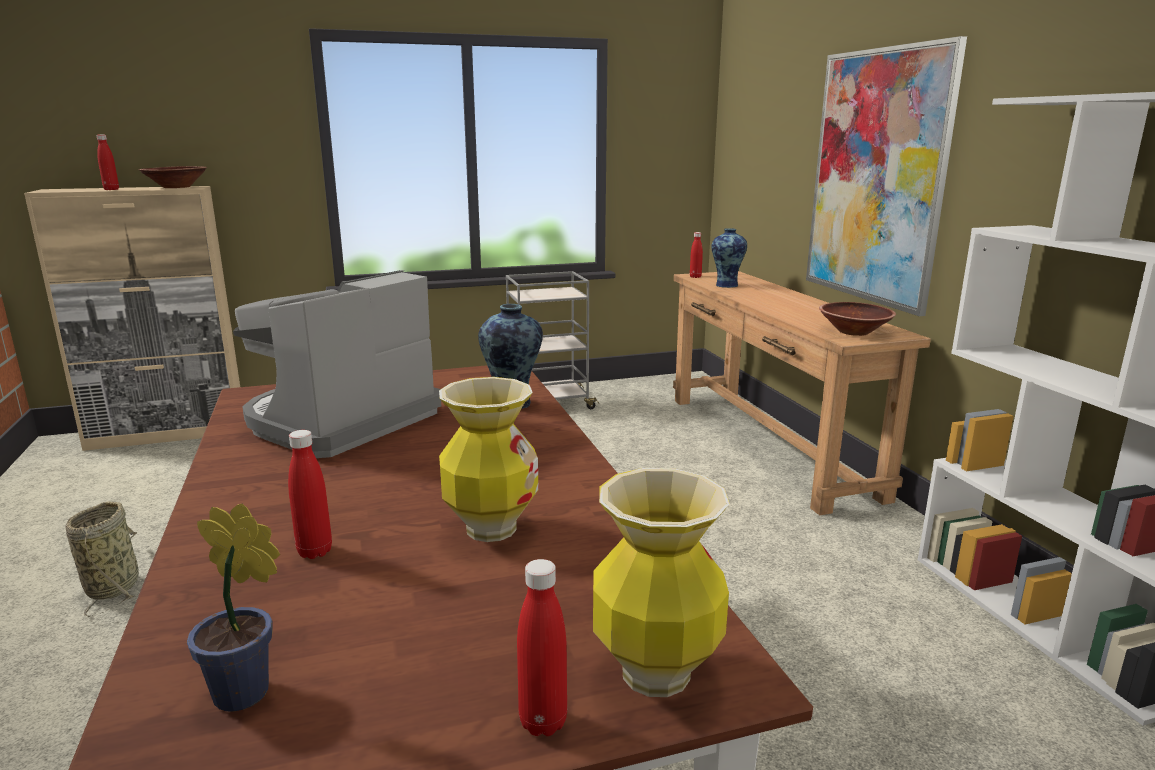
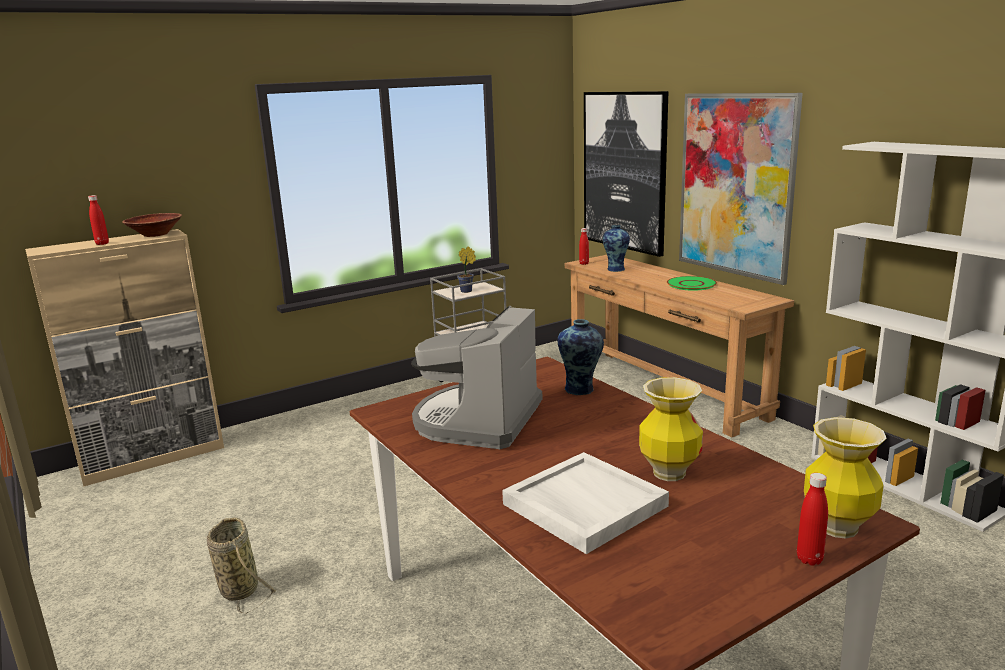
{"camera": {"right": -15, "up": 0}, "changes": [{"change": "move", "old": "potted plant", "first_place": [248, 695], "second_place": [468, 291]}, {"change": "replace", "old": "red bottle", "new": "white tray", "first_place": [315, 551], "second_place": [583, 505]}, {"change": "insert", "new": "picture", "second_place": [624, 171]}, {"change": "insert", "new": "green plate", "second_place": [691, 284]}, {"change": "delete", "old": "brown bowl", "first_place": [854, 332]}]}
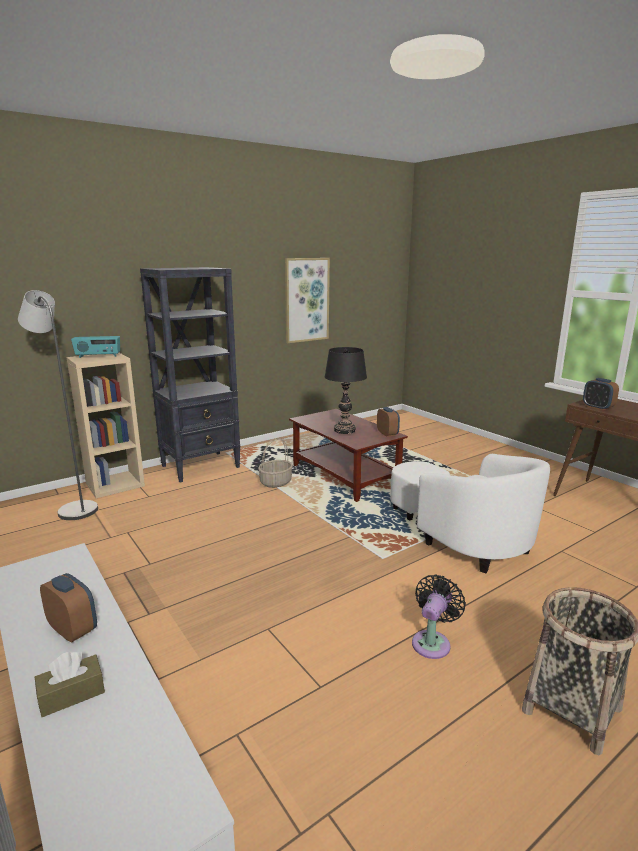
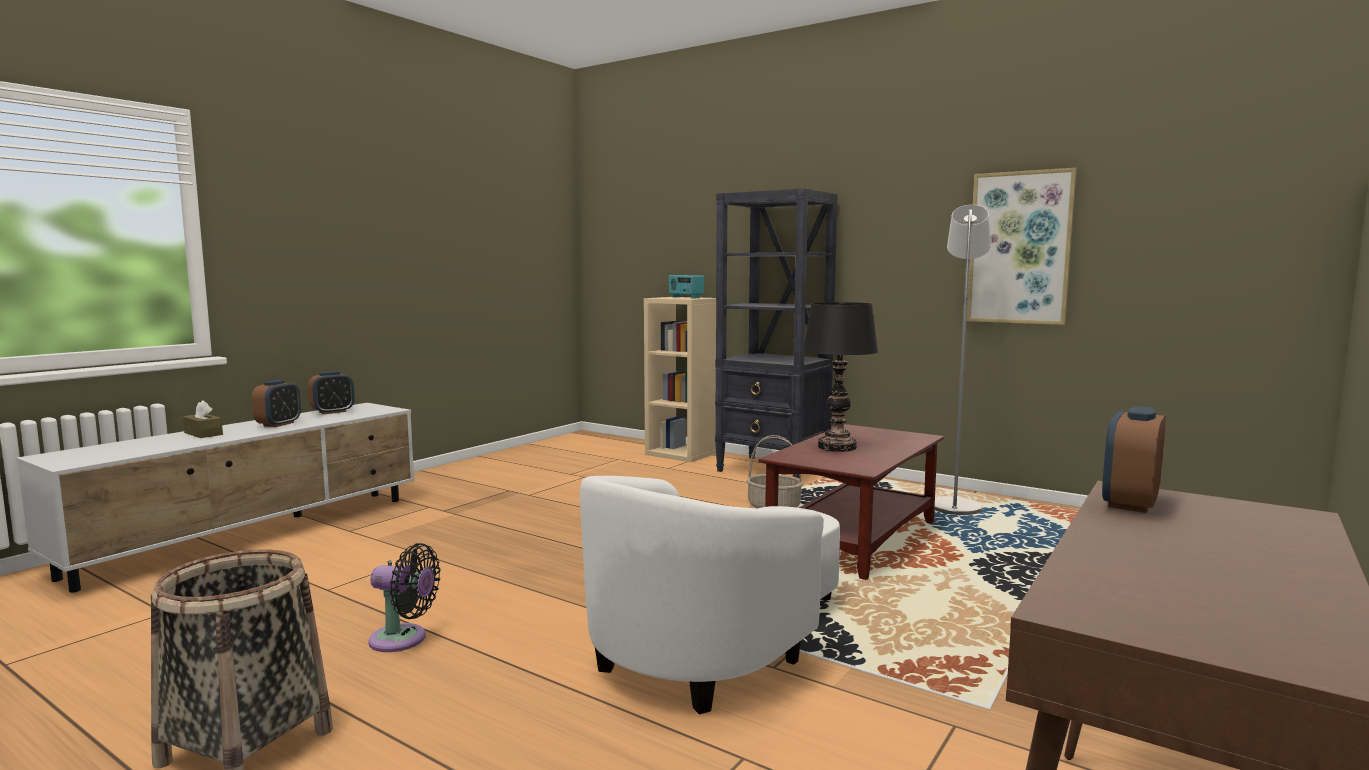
{"camera": {"right": 70, "up": -10}, "changes": [{"change": "move", "old": "alarm clock", "first_place": [387, 434], "second_place": [332, 412]}, {"change": "move", "old": "grey floor lamp", "first_place": [74, 509], "second_place": [954, 505]}]}
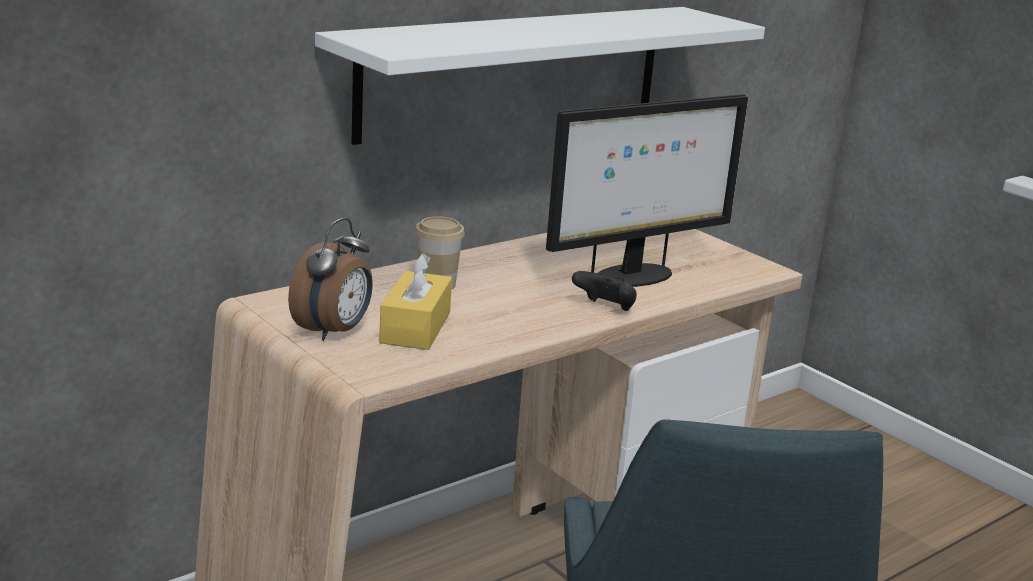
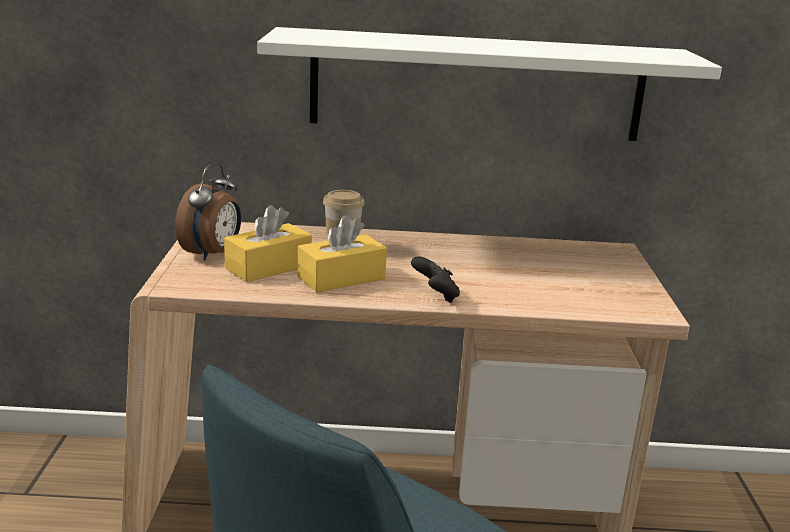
{"camera": {"right": 40, "up": 0}, "changes": [{"change": "rotate", "old": "alarm clock", "first_place": [334, 332], "second_place": [213, 254], "degrees": -45}, {"change": "insert", "new": "yellow tissue box", "second_place": [341, 278]}, {"change": "delete", "old": "monitor", "first_place": [632, 276]}]}
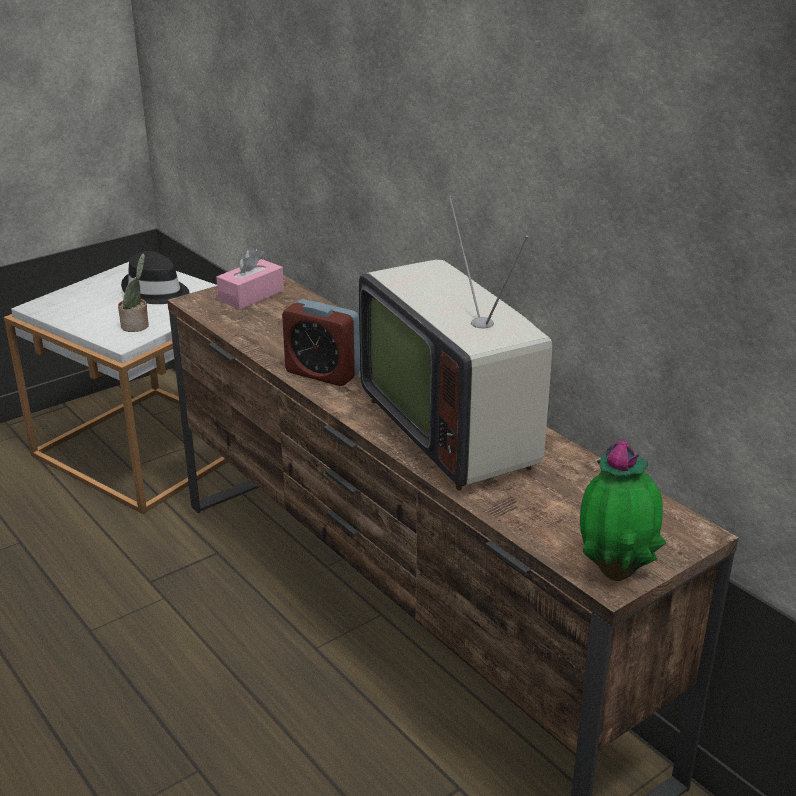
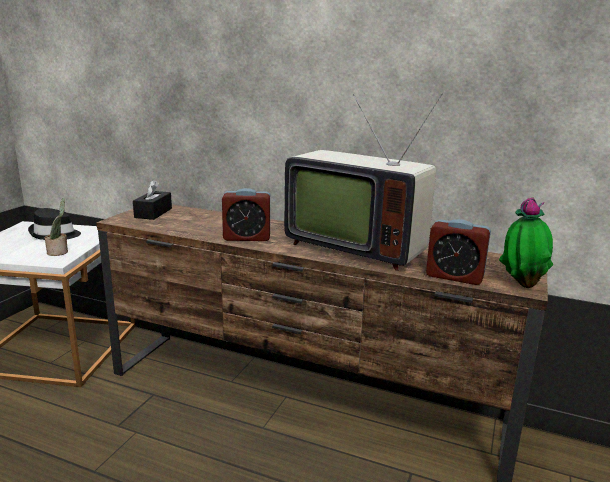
{"camera": {"right": -30, "up": -10}, "changes": [{"change": "recolor", "old": "pink tissue box", "new": "black tissue box", "first_place": [251, 295], "second_place": [153, 213]}, {"change": "insert", "new": "alarm clock", "second_place": [454, 276]}]}
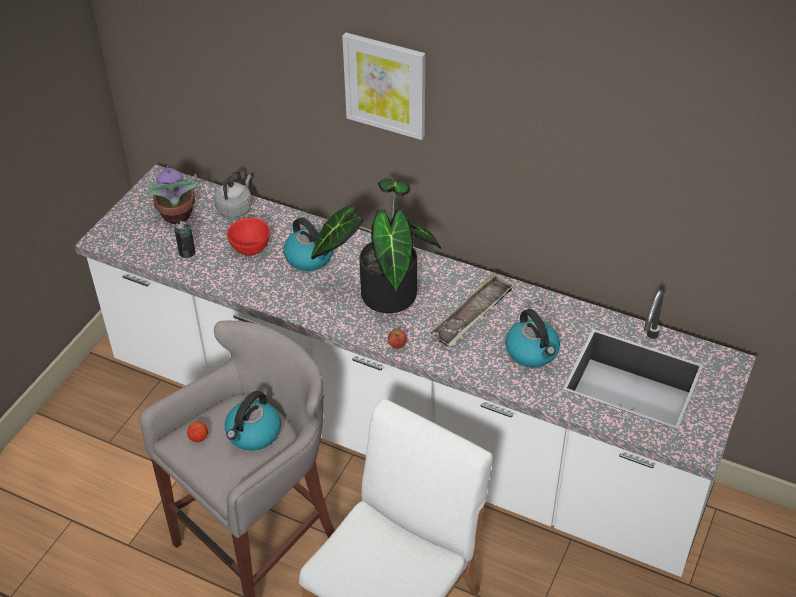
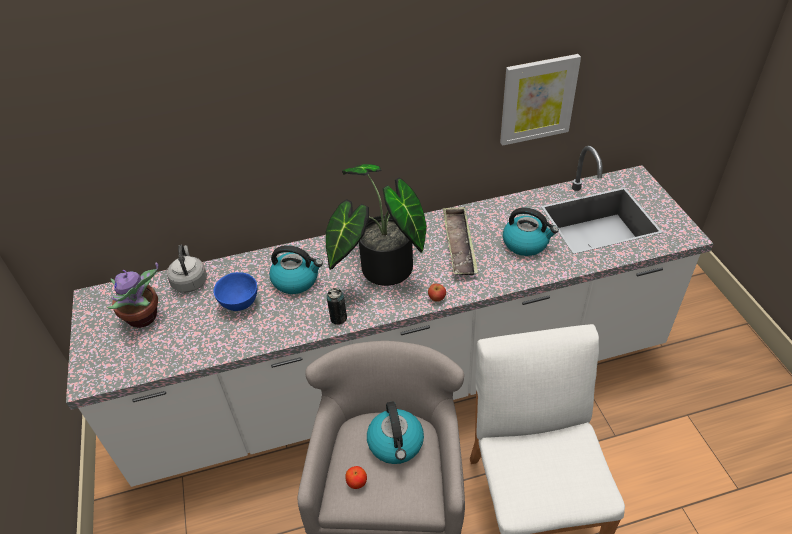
{"camera": {"right": -40, "up": 0}, "changes": [{"change": "recolor", "old": "red bowl", "new": "blue bowl", "first_place": [250, 248], "second_place": [239, 303]}, {"change": "move", "old": "can", "first_place": [187, 252], "second_place": [338, 318]}, {"change": "move", "old": "picture", "first_place": [385, 85], "second_place": [537, 99]}]}
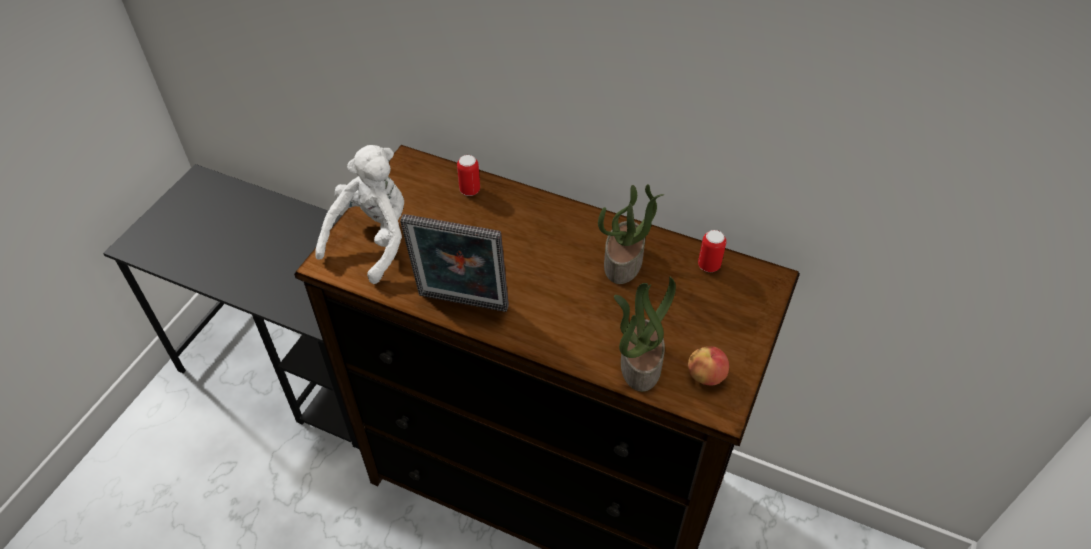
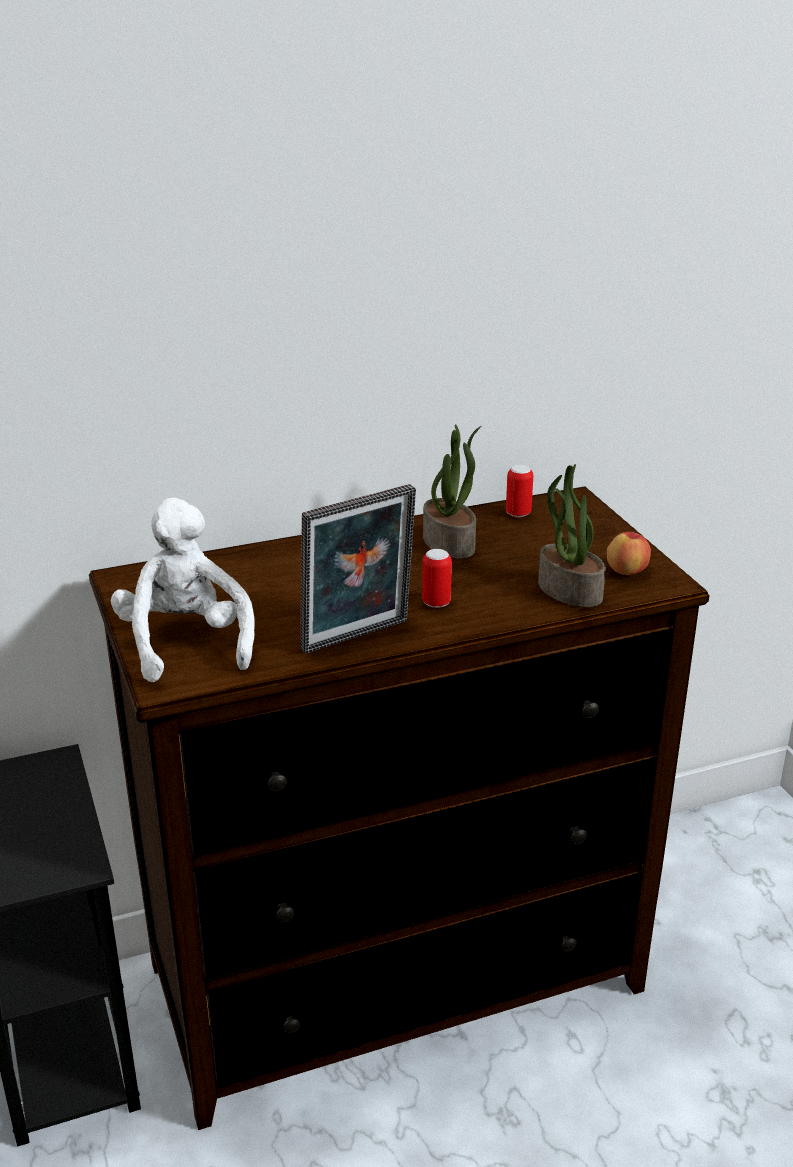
{"camera": {"right": -45, "up": -20}, "changes": [{"change": "move", "old": "can", "first_place": [470, 190], "second_place": [436, 602]}]}
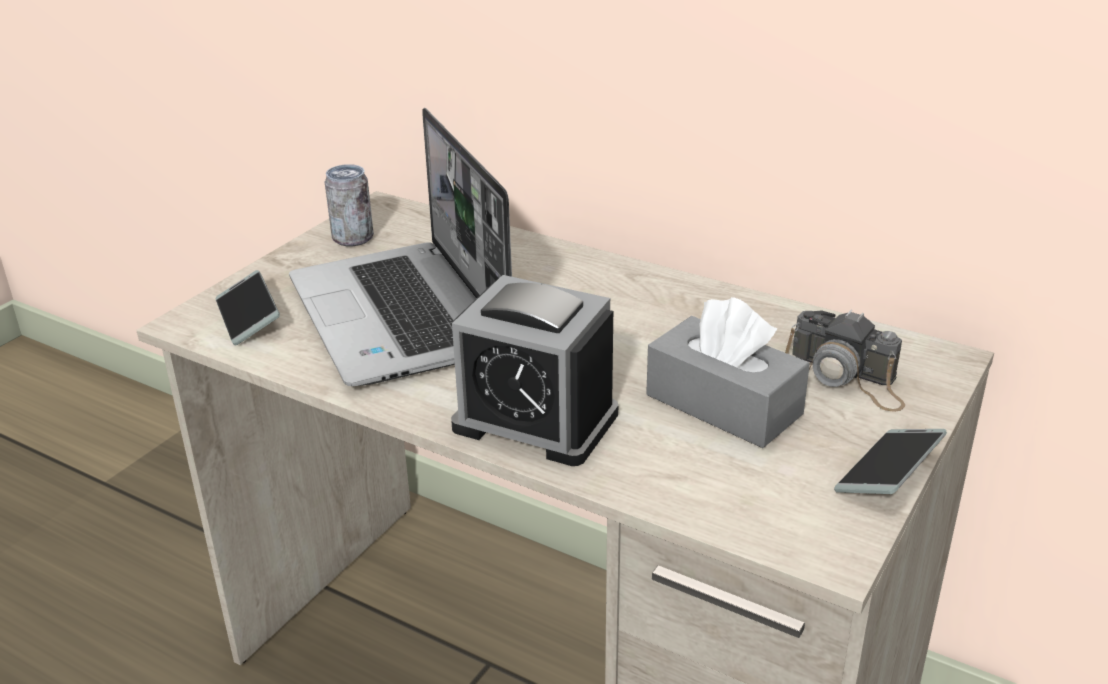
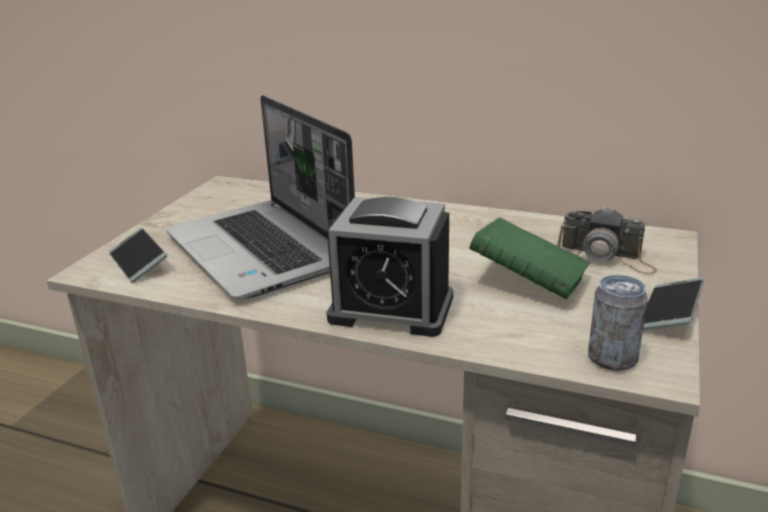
{"camera": {"right": -10, "up": -5}, "changes": [{"change": "replace", "old": "grey tissue box", "new": "green book", "first_place": [723, 404], "second_place": [528, 282]}, {"change": "move", "old": "can", "first_place": [353, 238], "second_place": [612, 358]}]}
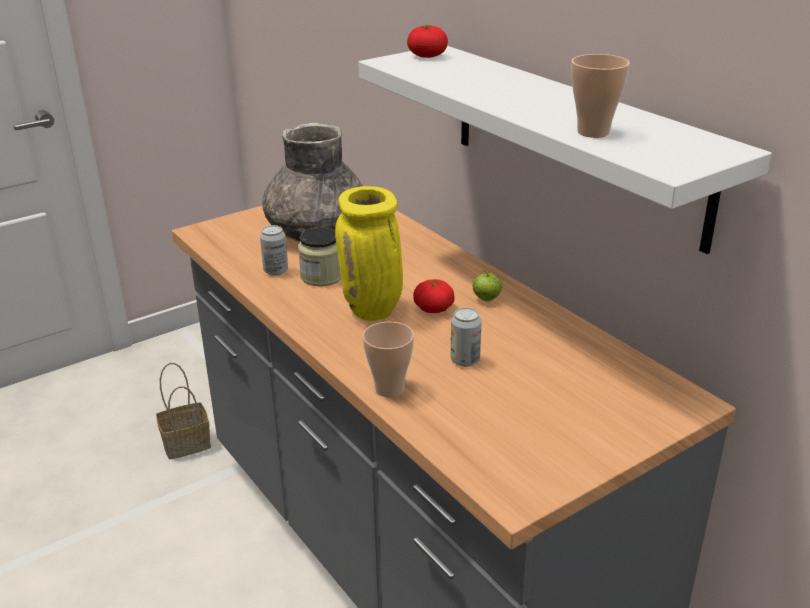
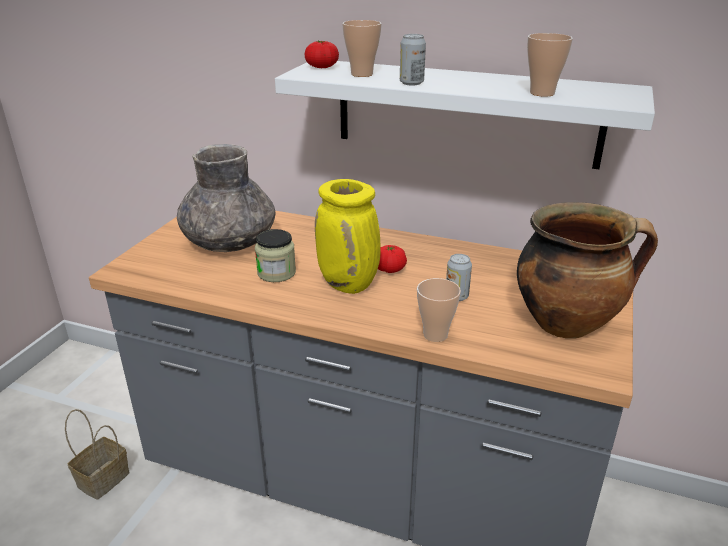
{"camera": {"right": -35, "up": 0}, "changes": [{"change": "insert", "new": "cup", "second_place": [362, 74]}, {"change": "move", "old": "can", "first_place": [276, 271], "second_place": [411, 83]}, {"change": "insert", "new": "cooking pot", "second_place": [567, 323]}, {"change": "delete", "old": "apple", "first_place": [486, 299]}]}
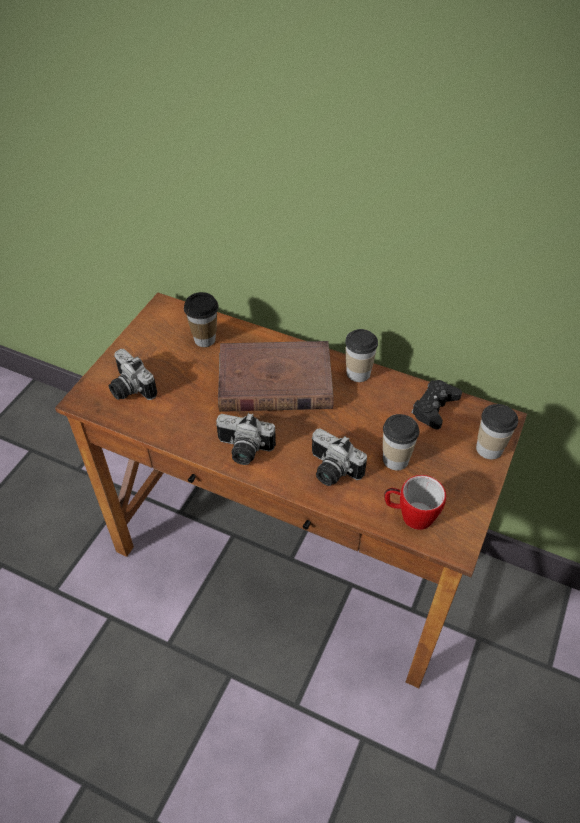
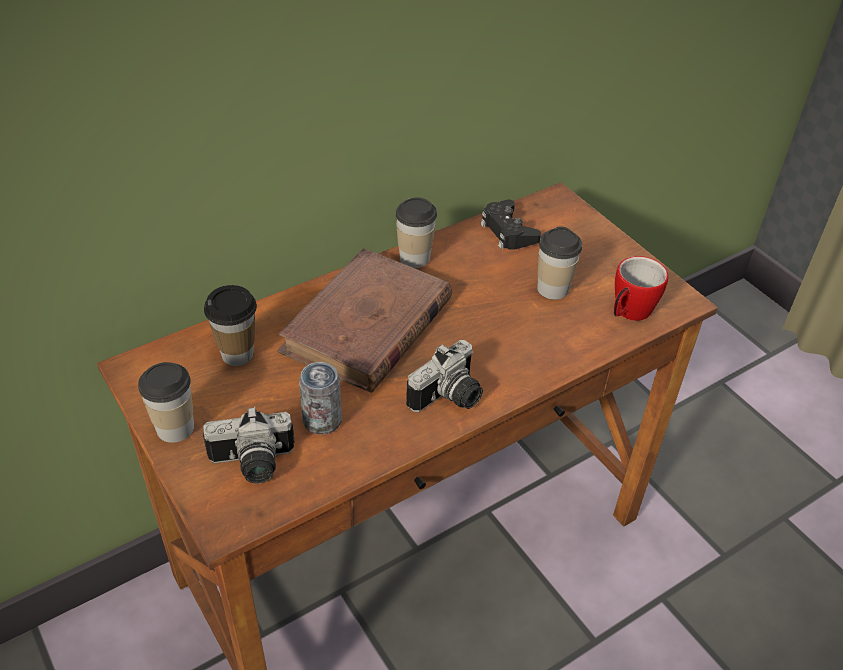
{"camera": {"right": -60, "up": -5}, "changes": [{"change": "move", "old": "cup", "first_place": [489, 449], "second_place": [175, 428]}, {"change": "insert", "new": "can", "second_place": [322, 421]}, {"change": "delete", "old": "photo camera", "first_place": [331, 471]}]}
